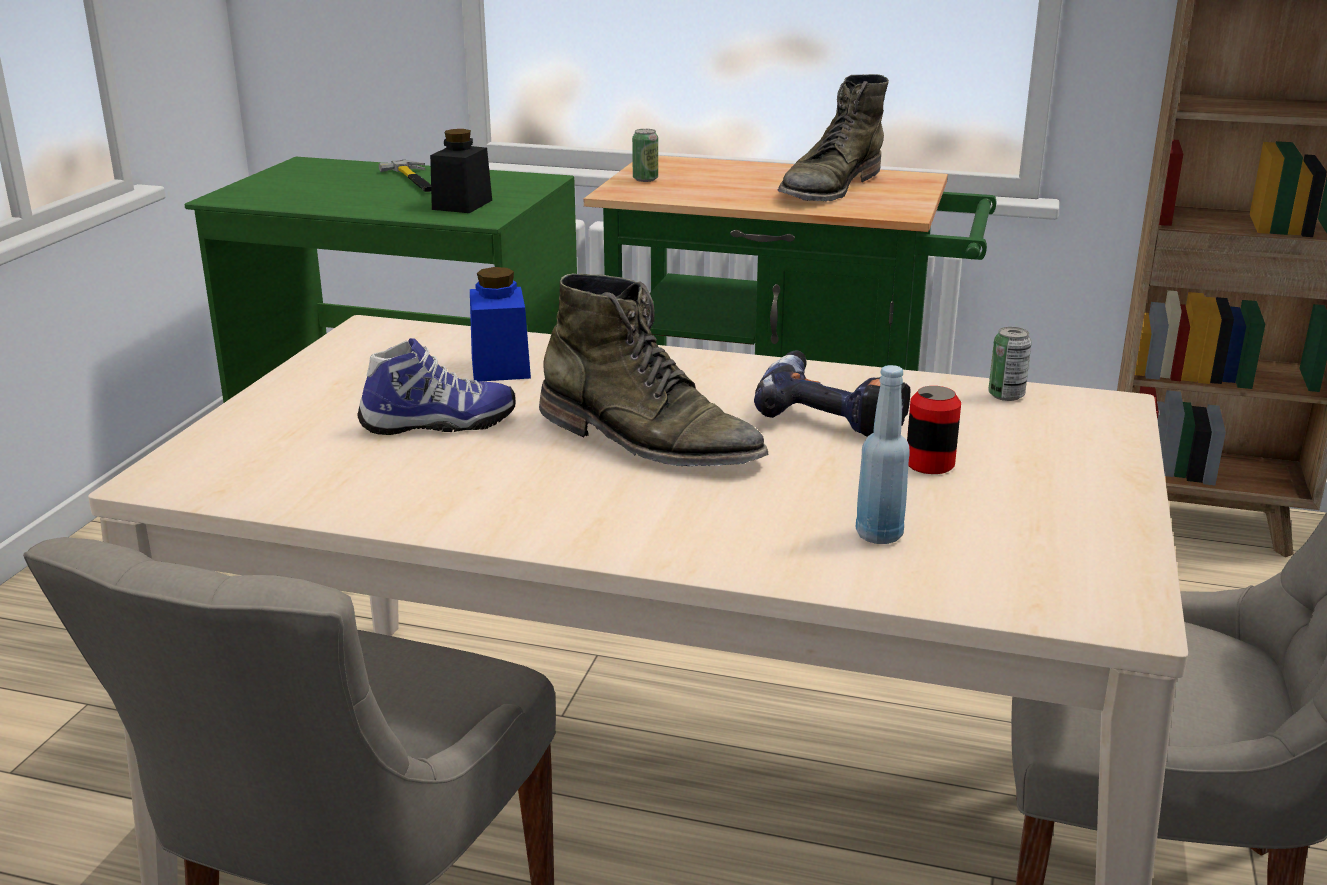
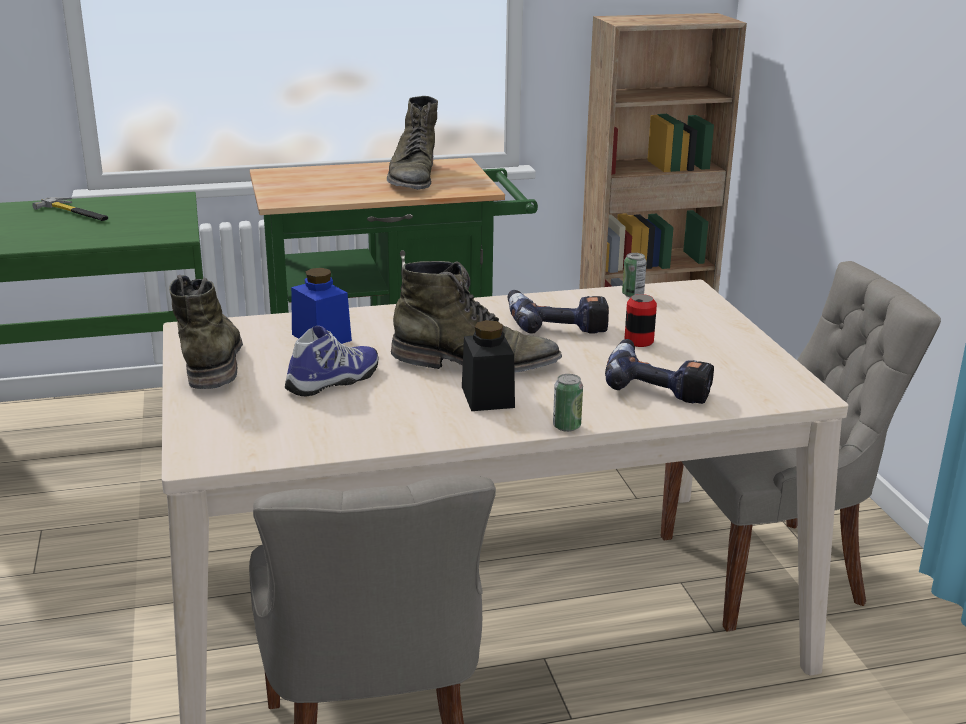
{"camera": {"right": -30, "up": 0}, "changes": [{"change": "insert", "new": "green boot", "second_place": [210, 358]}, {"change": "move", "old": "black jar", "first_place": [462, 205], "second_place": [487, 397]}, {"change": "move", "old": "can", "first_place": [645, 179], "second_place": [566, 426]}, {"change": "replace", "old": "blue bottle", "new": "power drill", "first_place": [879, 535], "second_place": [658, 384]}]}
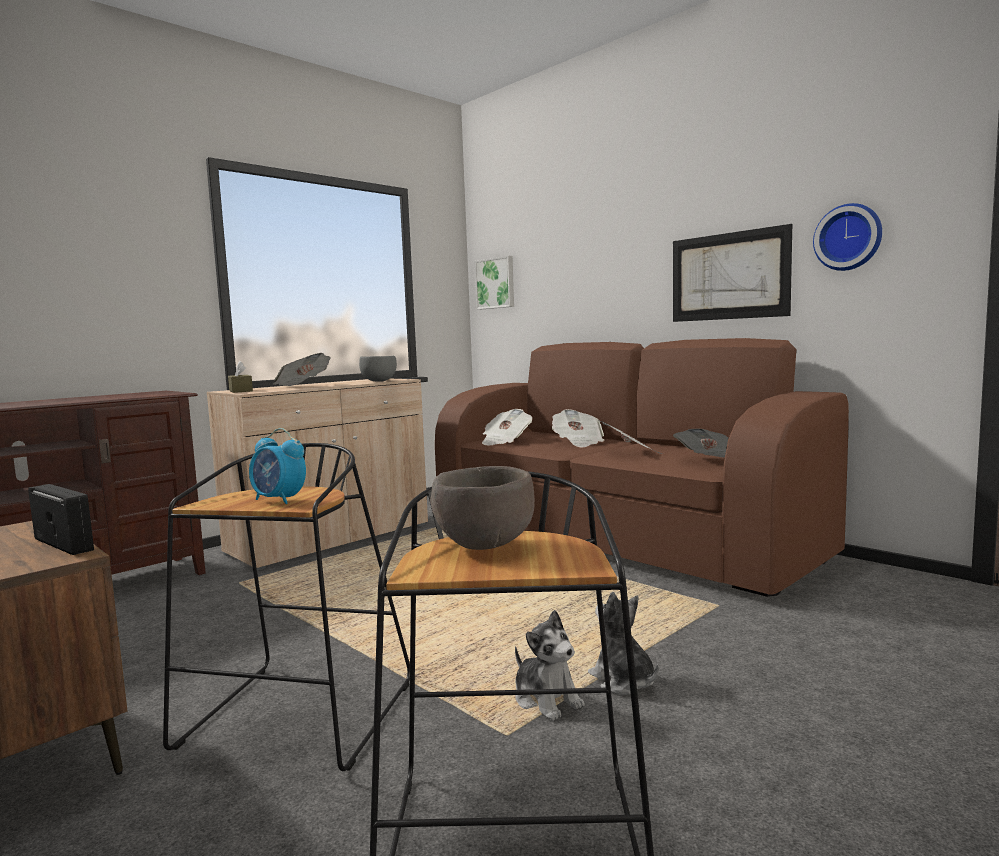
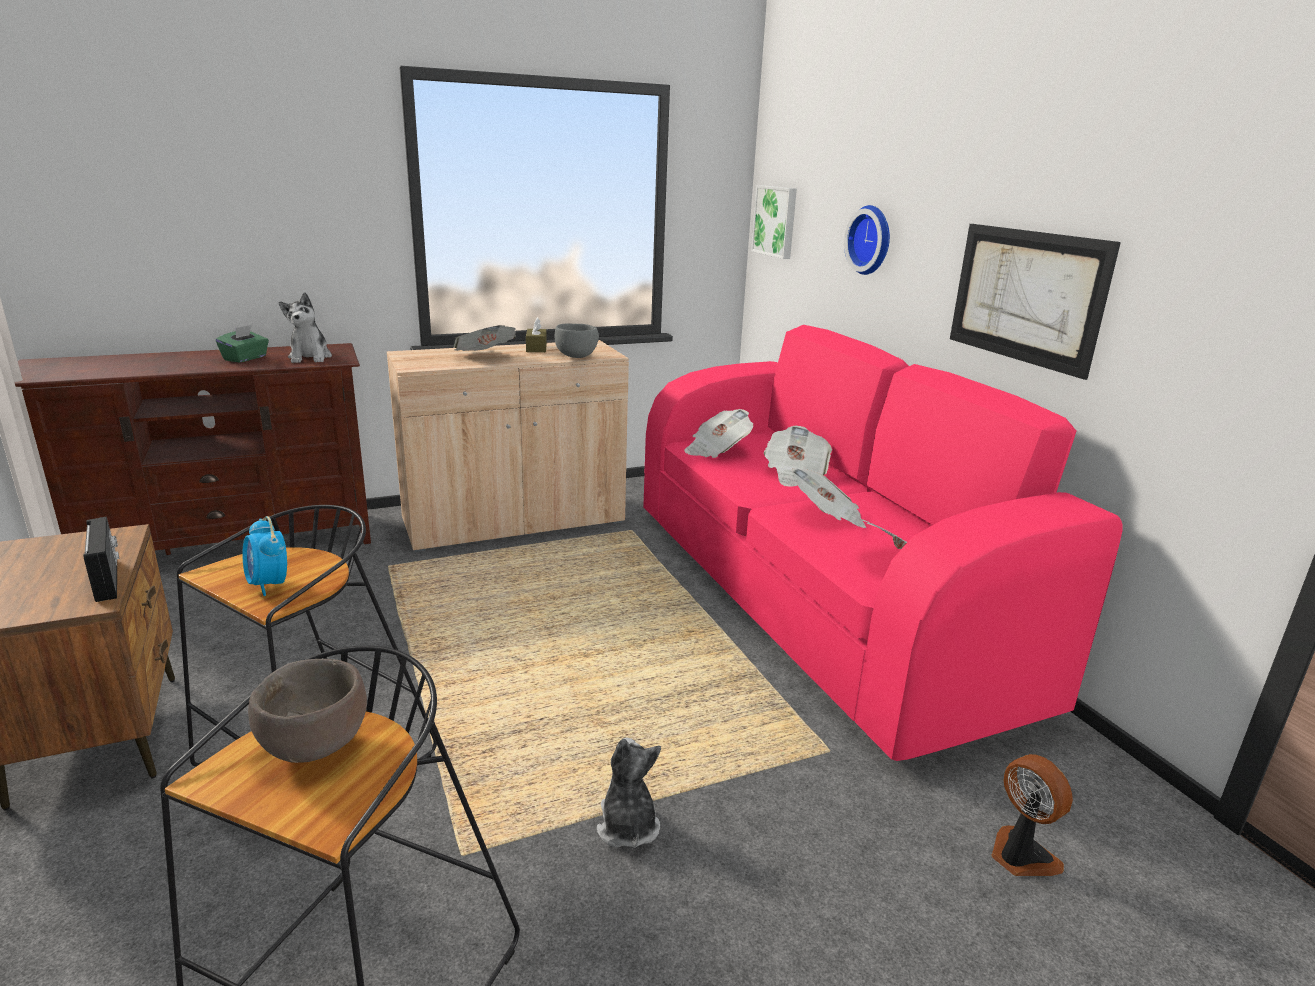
{"camera": {"right": 20, "up": 15}, "changes": [{"change": "insert", "new": "green tissue box", "second_place": [245, 358]}, {"change": "move", "old": "plush toy", "first_place": [546, 699], "second_place": [310, 357]}, {"change": "move", "old": "brown tissue box", "first_place": [240, 391], "second_place": [536, 348]}, {"change": "recolor", "old": "brown sofa", "new": "pink sofa", "first_place": [614, 535], "second_place": [814, 596]}, {"change": "move", "old": "wall clock", "first_place": [848, 237], "second_place": [872, 240]}, {"change": "insert", "new": "fan", "second_place": [1020, 856]}]}
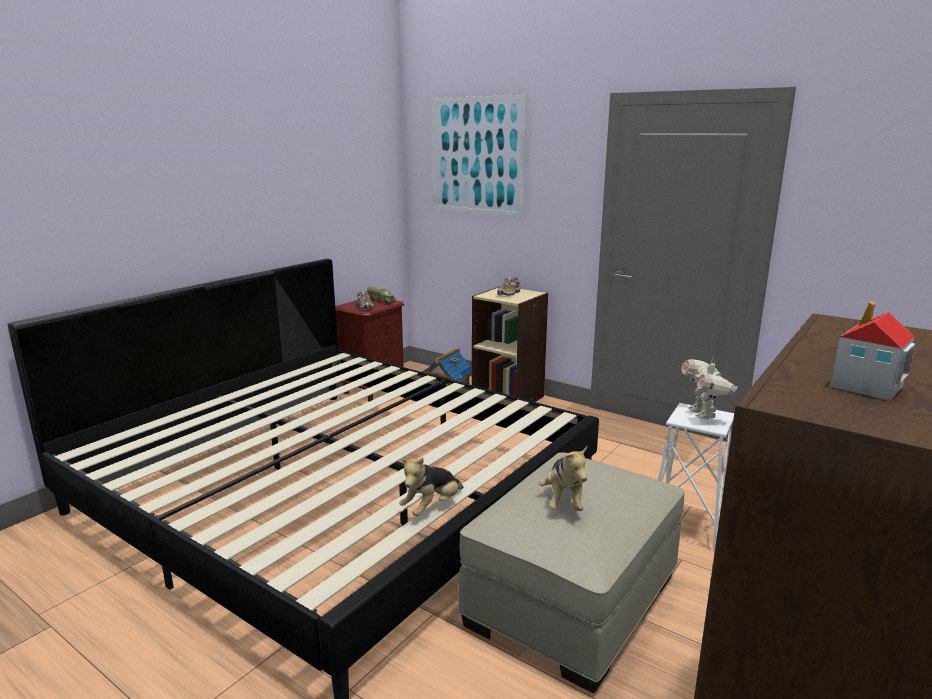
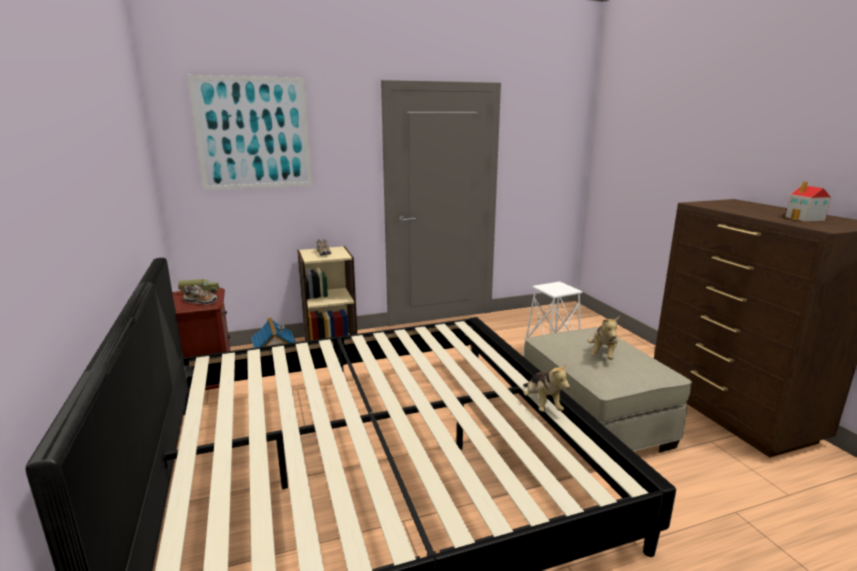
{"camera": {"right": -55, "up": 0}, "changes": [{"change": "rotate", "old": "plush toy", "first_place": [563, 501], "second_place": [603, 355], "degrees": 75}, {"change": "delete", "old": "toy robot", "first_place": [703, 414]}]}
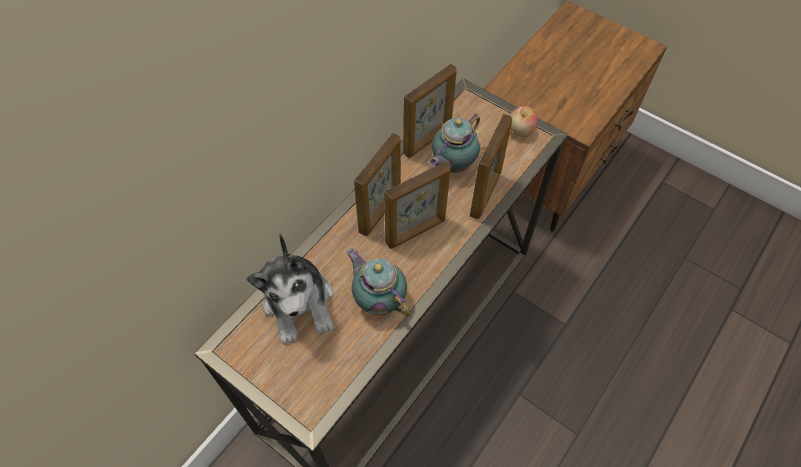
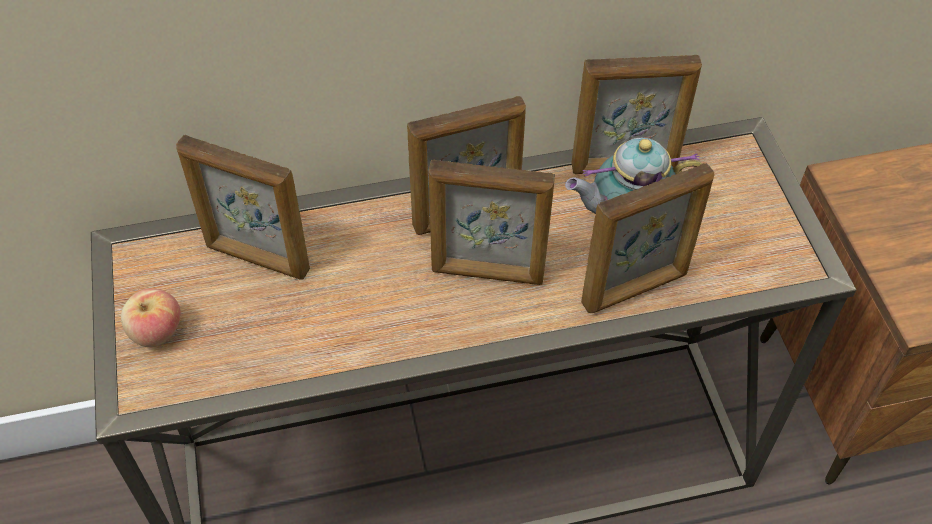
{"camera": {"right": 40, "up": -5}, "changes": [{"change": "move", "old": "apple", "first_place": [520, 130], "second_place": [156, 332]}, {"change": "replace", "old": "plush toy", "new": "picture frame", "first_place": [299, 303], "second_place": [257, 259]}, {"change": "delete", "old": "teapot", "first_place": [378, 299]}]}
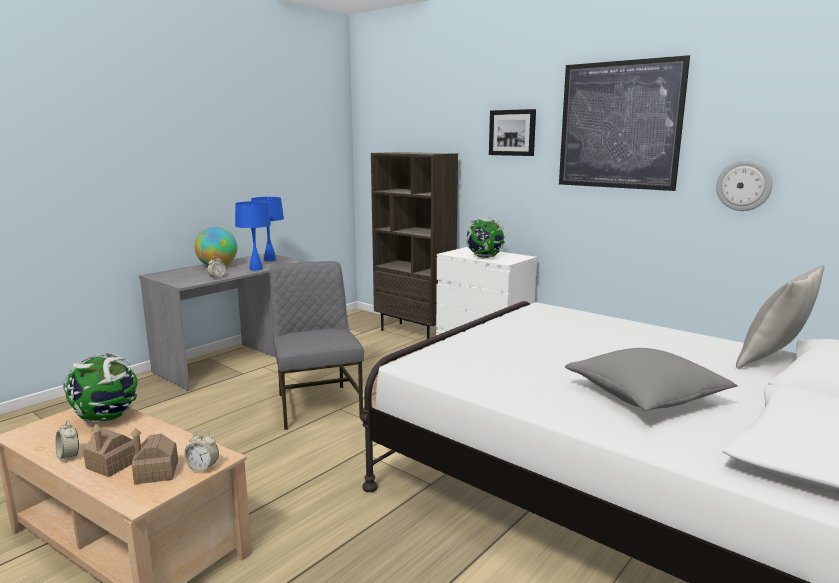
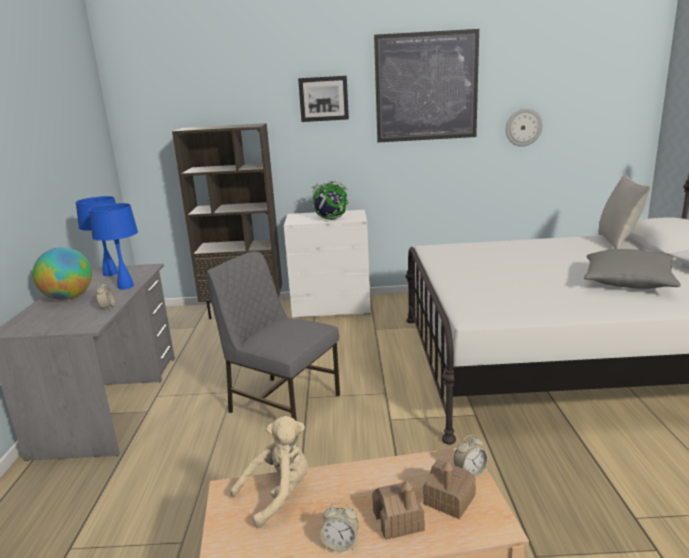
{"camera": {"right": -40, "up": 5}, "changes": [{"change": "replace", "old": "globe", "new": "beige plush toy", "first_place": [107, 419], "second_place": [278, 494]}]}
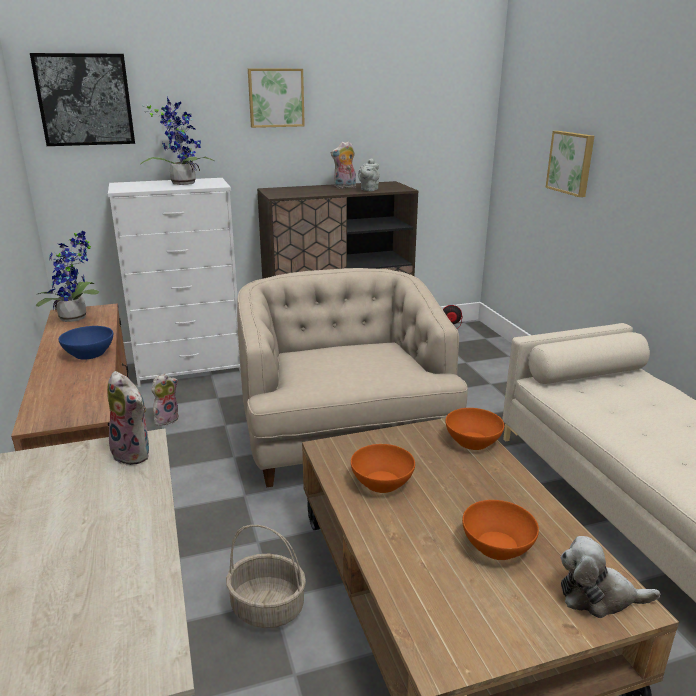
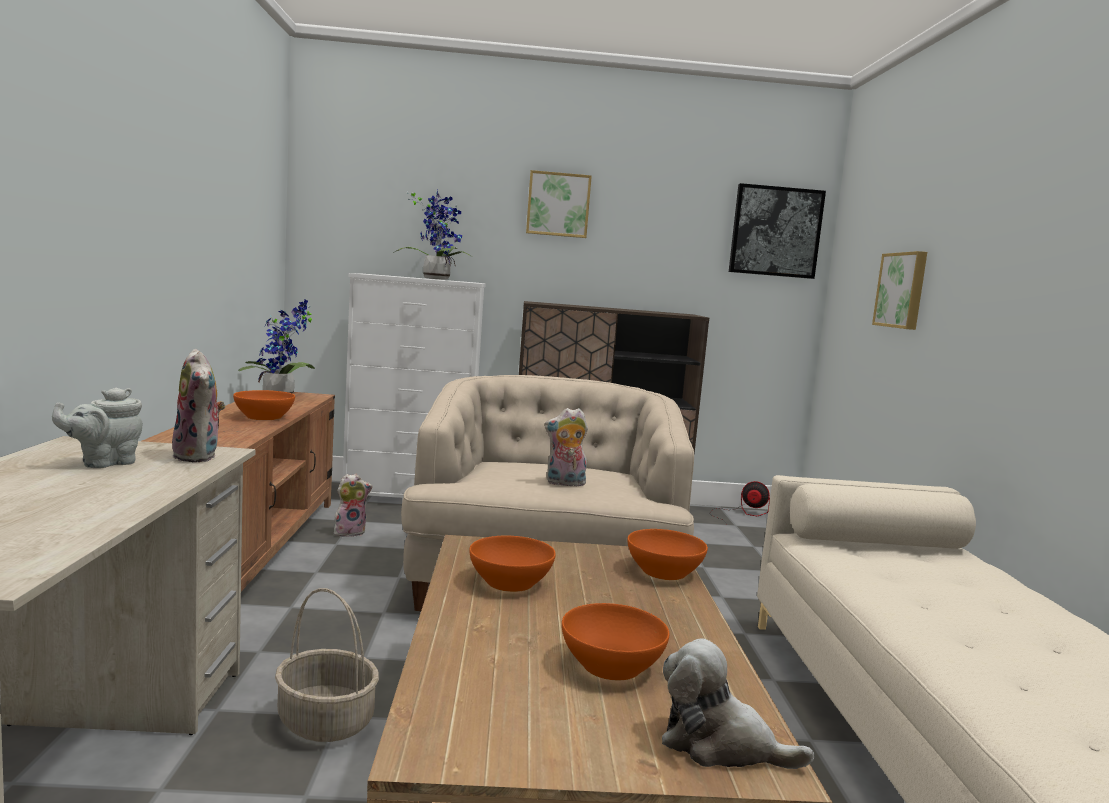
{"camera": {"right": 15, "up": -15}, "changes": [{"change": "move", "old": "grey teapot", "first_place": [368, 189], "second_place": [104, 463]}, {"change": "recolor", "old": "blue bowl", "new": "orange bowl", "first_place": [89, 353], "second_place": [263, 417]}, {"change": "move", "old": "plush toy", "first_place": [344, 187], "second_place": [564, 483]}, {"change": "move", "old": "picture", "first_place": [85, 100], "second_place": [775, 231]}]}
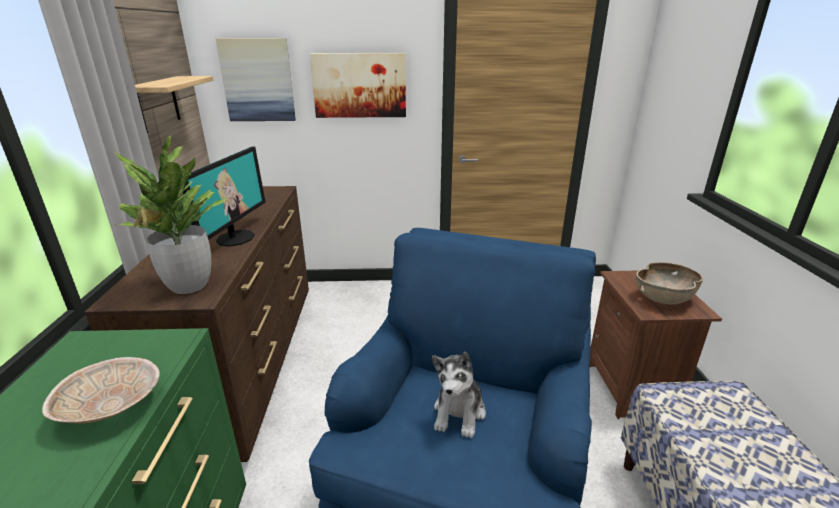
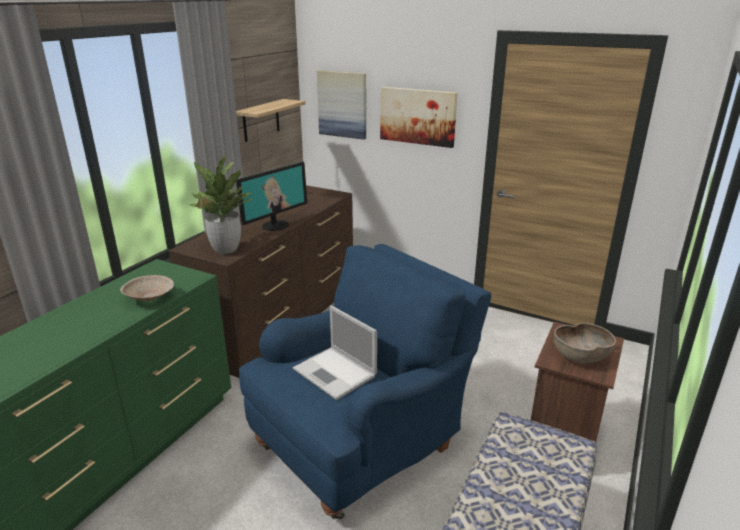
{"camera": {"right": 30, "up": 0}, "changes": [{"change": "replace", "old": "plush toy", "new": "laptop", "first_place": [459, 413], "second_place": [336, 373]}]}
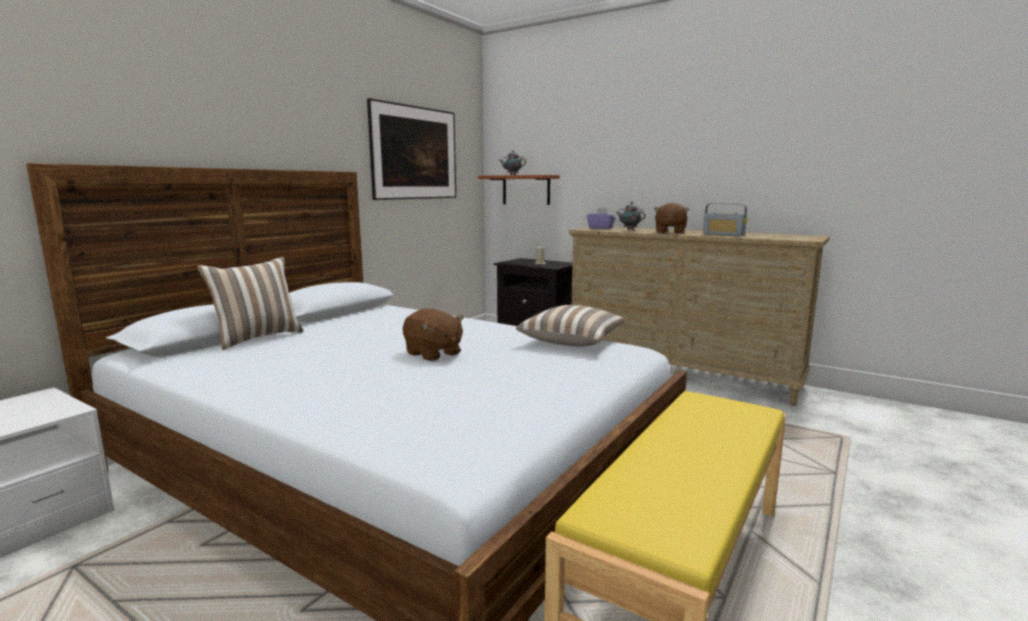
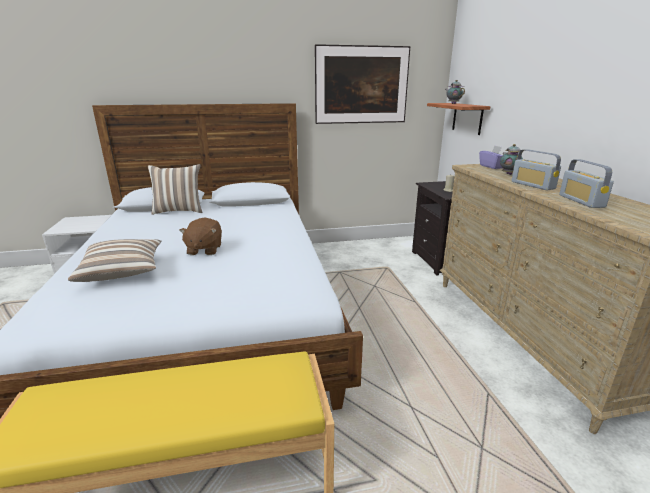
{"camera": {"right": 45, "up": 10}, "changes": [{"change": "move", "old": "pillow", "first_place": [572, 341], "second_place": [123, 272]}, {"change": "replace", "old": "brown plush toy", "new": "radio", "first_place": [669, 232], "second_place": [532, 185]}]}
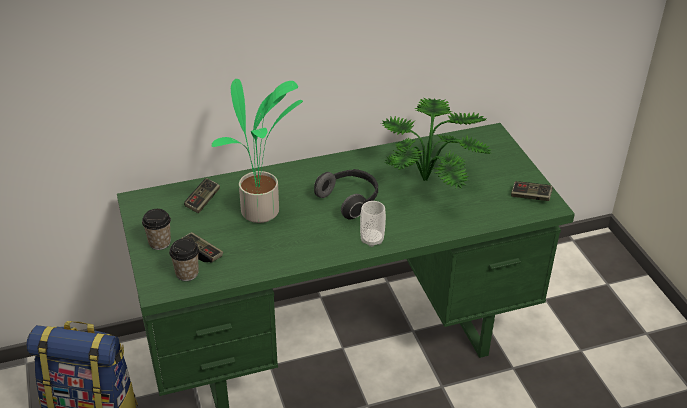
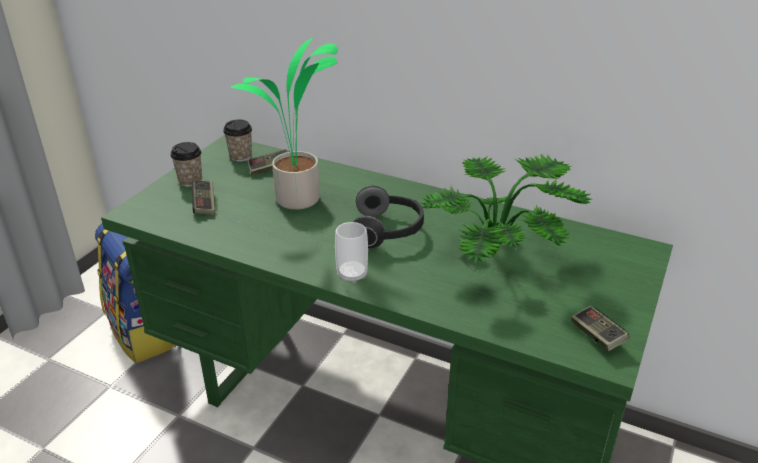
{"camera": {"right": 45, "up": -5}, "changes": [{"change": "move", "old": "cup", "first_place": [187, 273], "second_place": [240, 156]}]}
